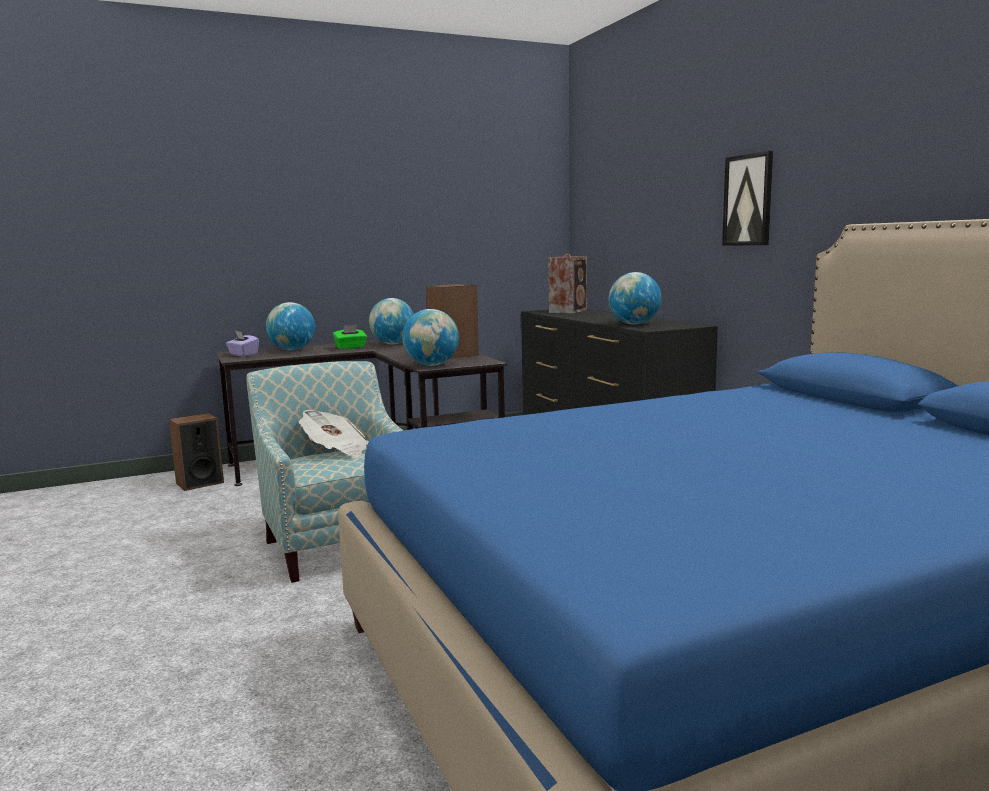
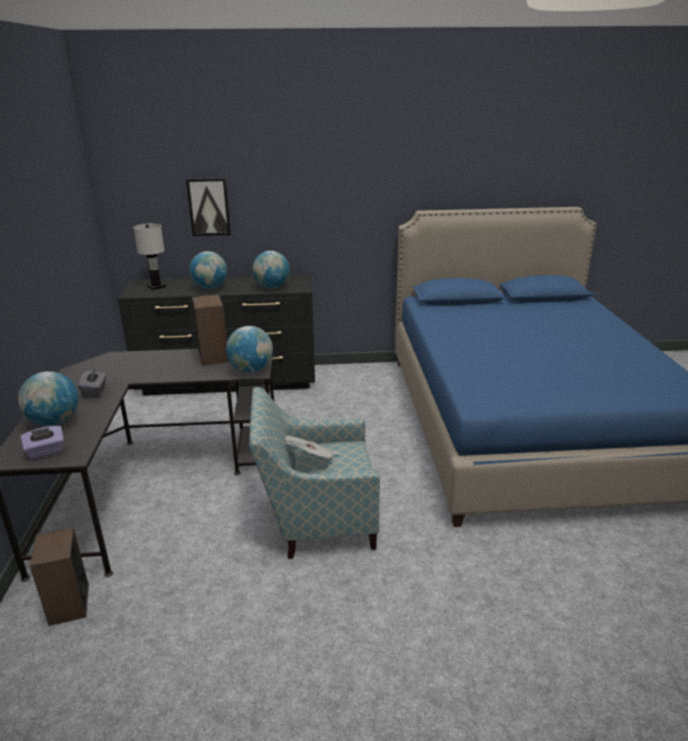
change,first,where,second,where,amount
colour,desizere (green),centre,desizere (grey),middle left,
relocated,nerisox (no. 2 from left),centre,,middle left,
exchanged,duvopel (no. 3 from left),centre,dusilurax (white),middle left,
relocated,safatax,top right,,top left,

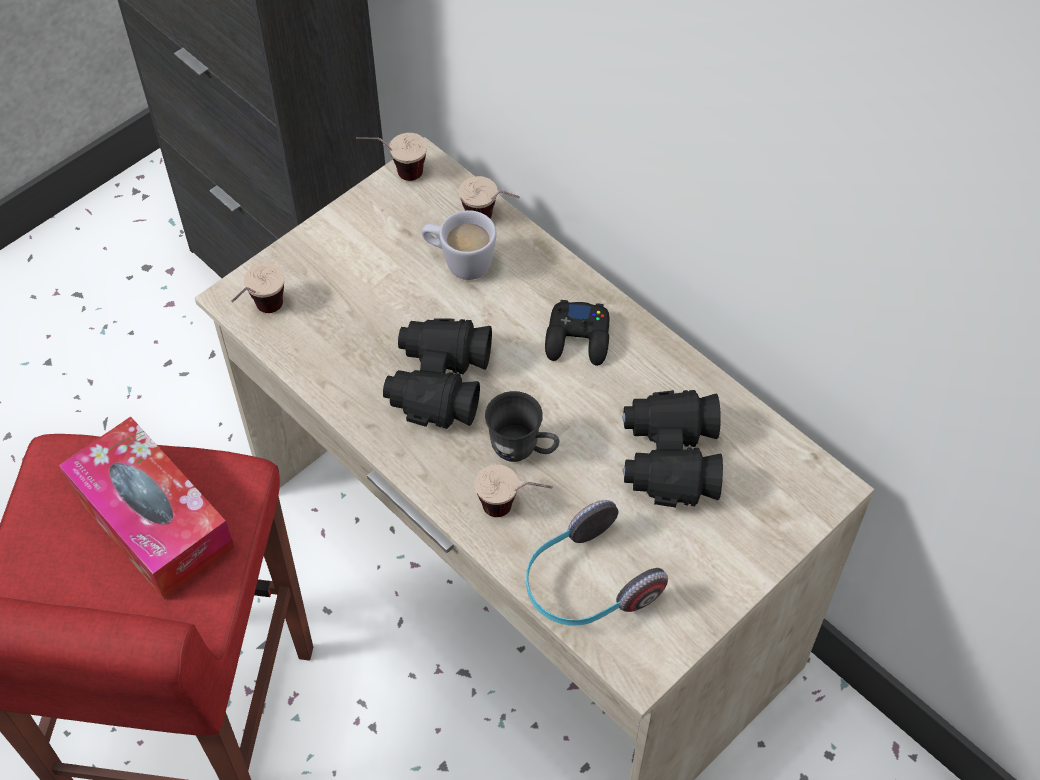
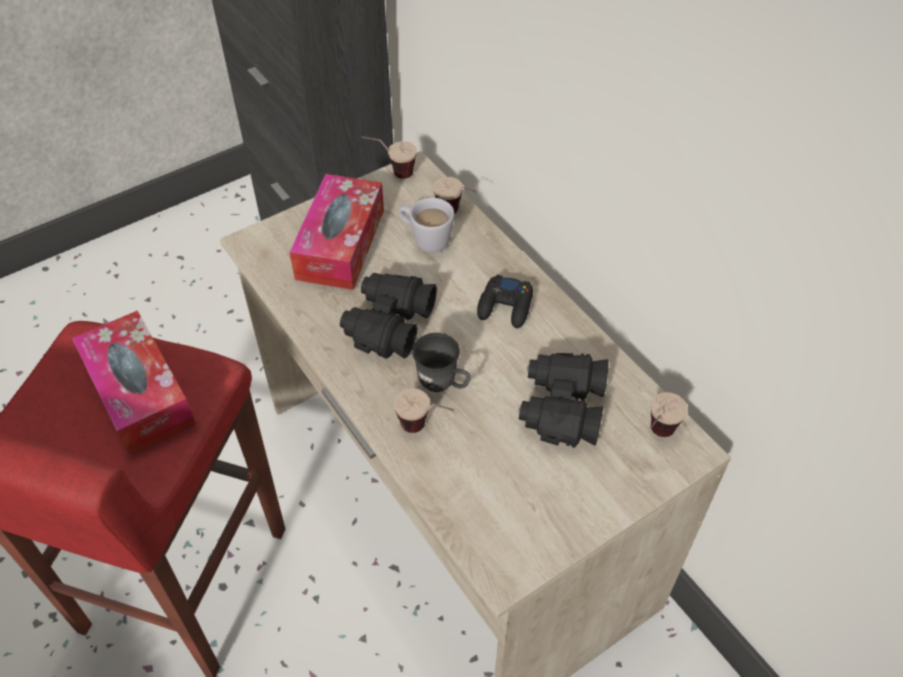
change,first,where,second,where,amount
relocated,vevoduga (no. 1 from left in the first image),middle left,vevoduga (no. 4 from left),middle right,
missing,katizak,bottom centre,,,
appeared,,,desizere (no. 2 from left),centre,

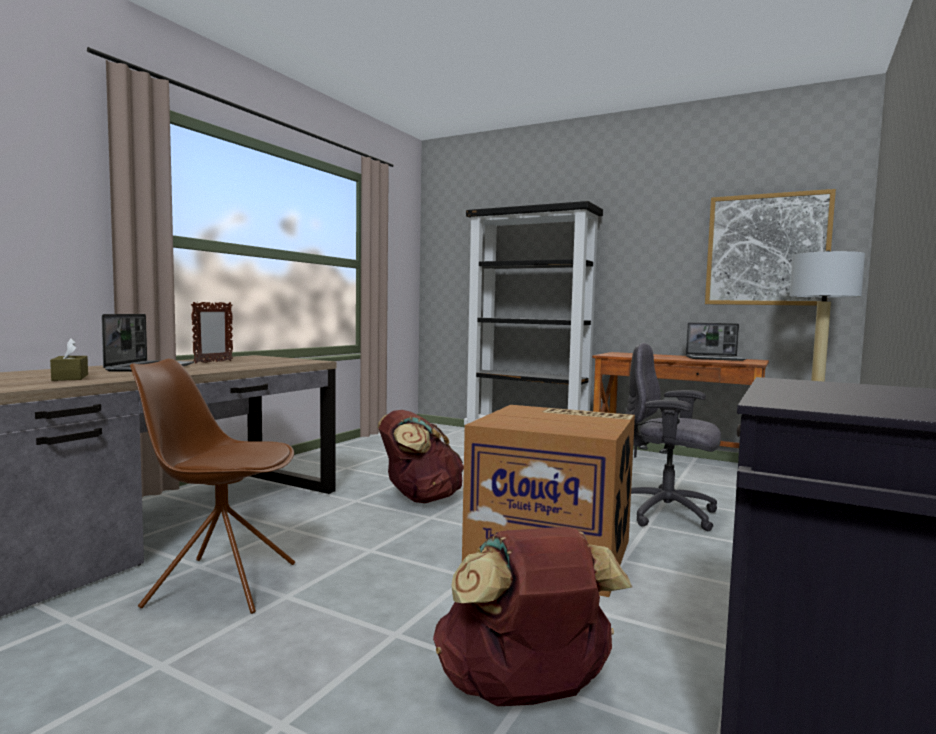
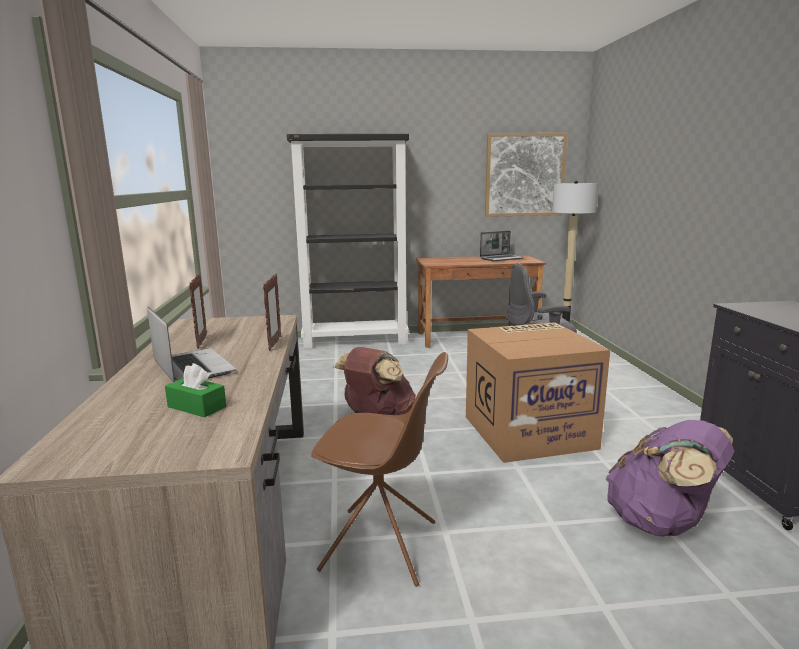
change,first,where,second,where,amount
colour,desizere (brown),middle left,desizere (green),middle left,
spun,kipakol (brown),middle left,,bottom centre,135 degrees counterclockwise
colour,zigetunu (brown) (no. 2 from left),bottom centre,zigetunu (purple),bottom right,
appeared,,,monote (no. 2 from left),centre,

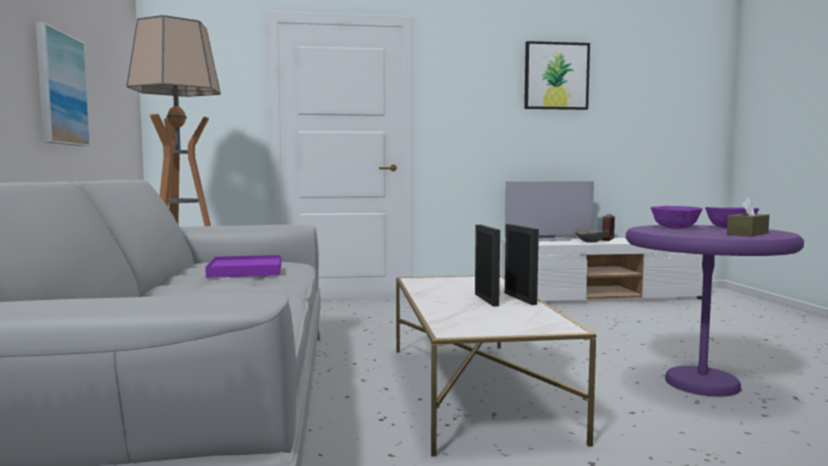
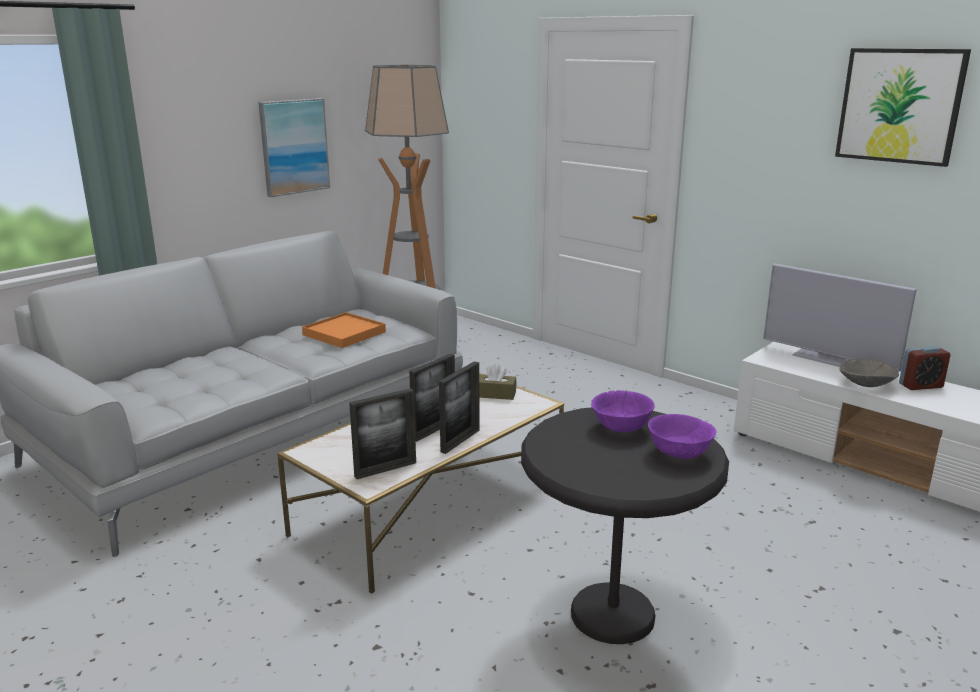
change,first,where,second,where,amount
colour,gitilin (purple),middle left,gitilin (orange),centre,
colour,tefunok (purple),bottom right,tefunok (black),bottom centre,
relocated,desizere (brown),middle right,,centre,
appeared,,,monote (no. 1 from left),centre,

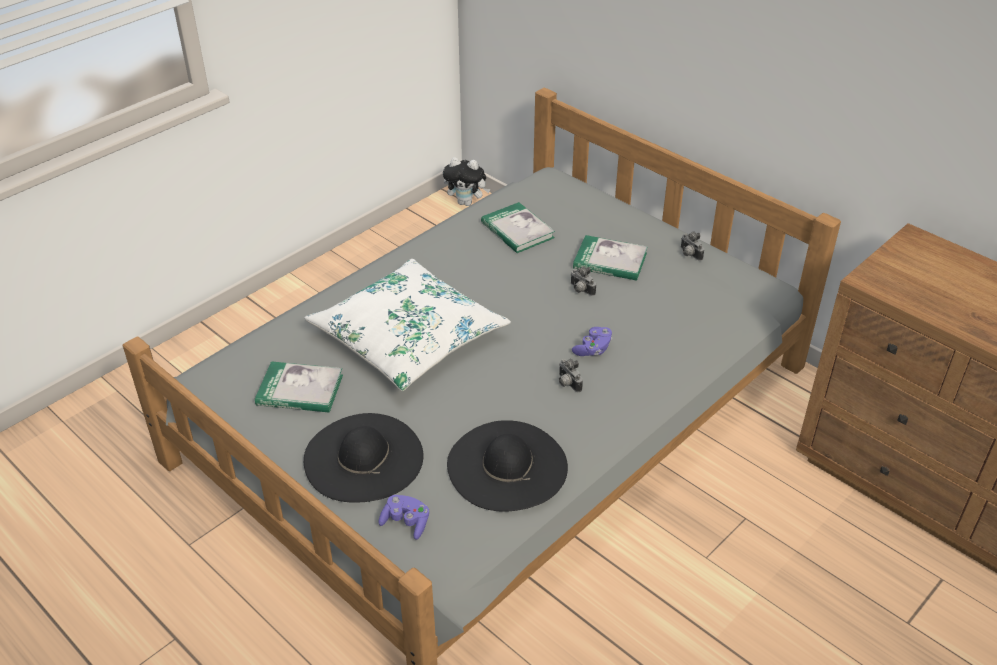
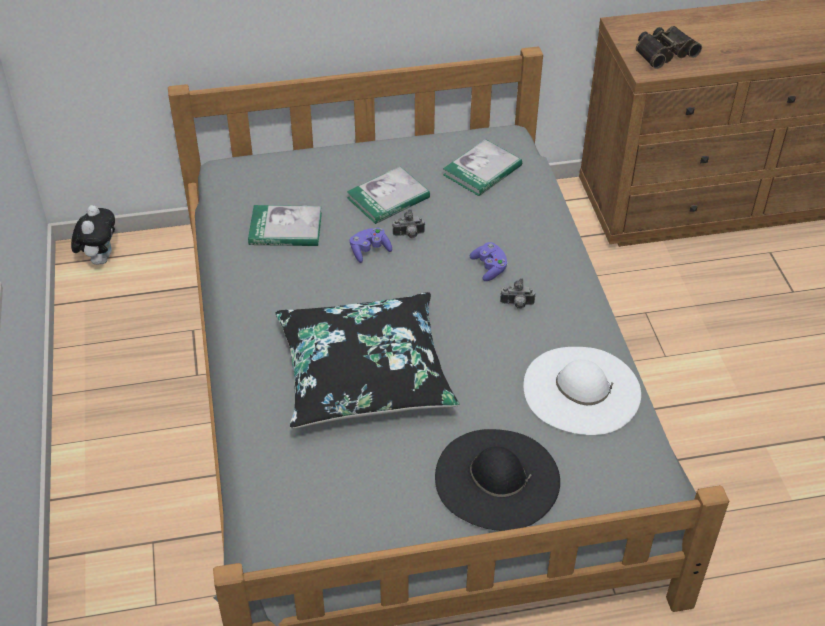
change,first,where,second,where,amount
relocated,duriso (no. 1 from left in the first image),middle left,duriso (no. 3 from left),top centre,
colour,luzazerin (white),centre,luzazerin (black),centre,
relocated,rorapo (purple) (no. 1 from left),bottom centre,,centre,
spun,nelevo,top centre,,middle left,45 degrees counterclockwise
colour,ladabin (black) (no. 2 from left),bottom centre,ladabin (white),middle right,
missing,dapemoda (no. 3 from left),middle right,,,
appeared,,,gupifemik,top right,

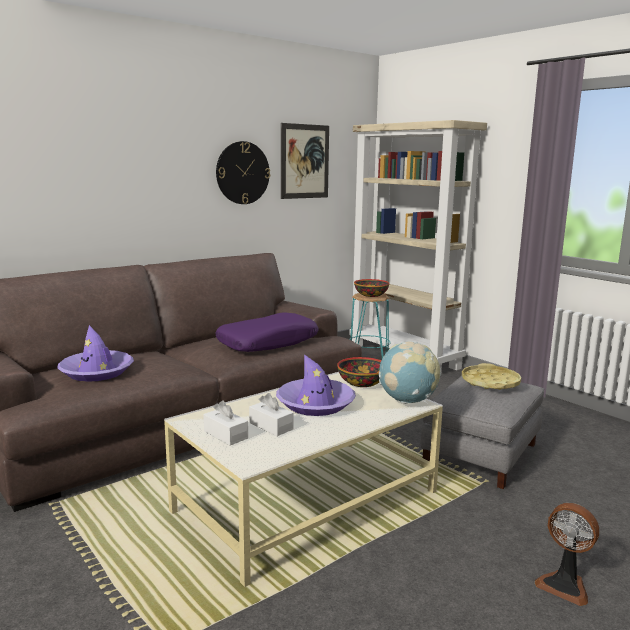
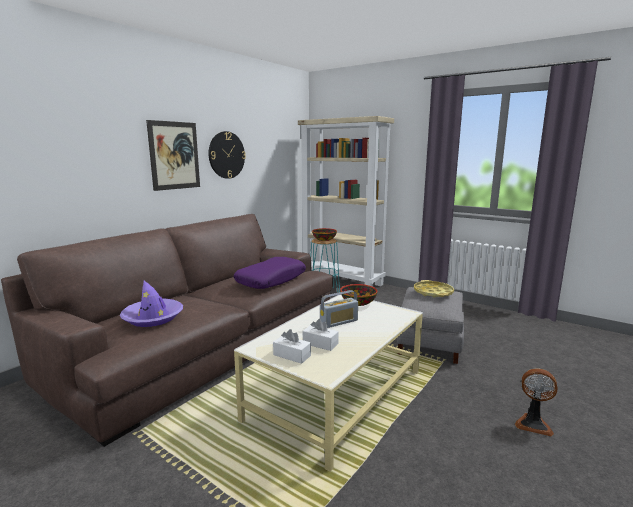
change,first,where,second,where,amount
exchanged,ladabin (purple) (no. 2 from left),centre,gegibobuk,centre,
relocated,safatax,top centre,,top left,
missing,nerisox,centre,,,

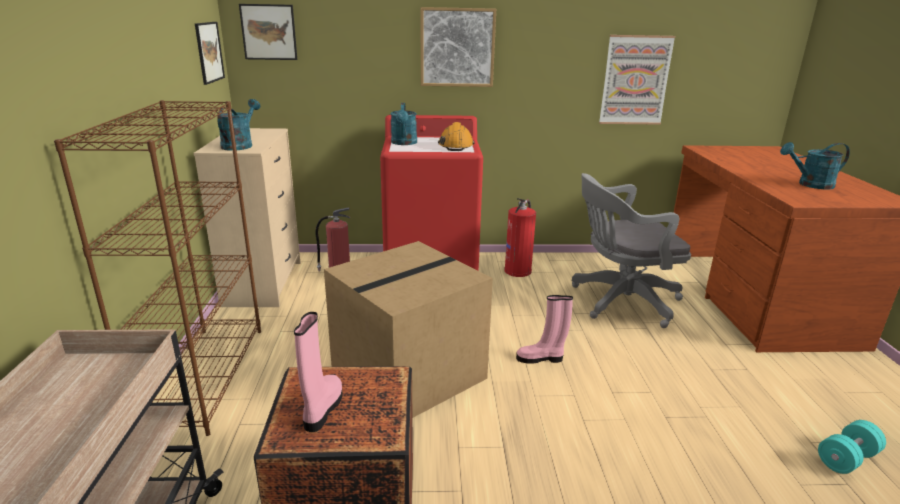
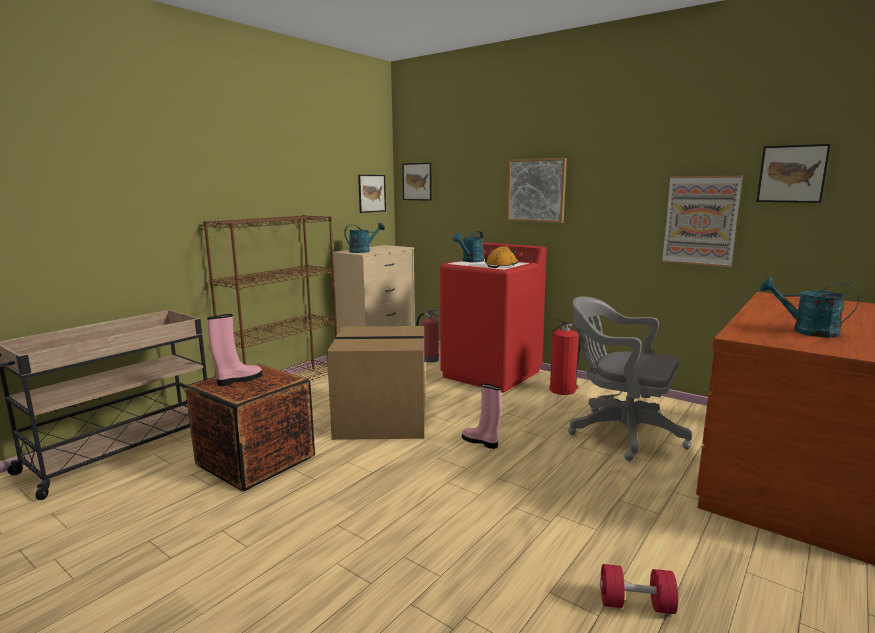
change,first,where,second,where,amount
colour,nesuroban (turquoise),bottom right,nesuroban (red),bottom right,
appeared,,,safatax (no. 5 from left),top right,

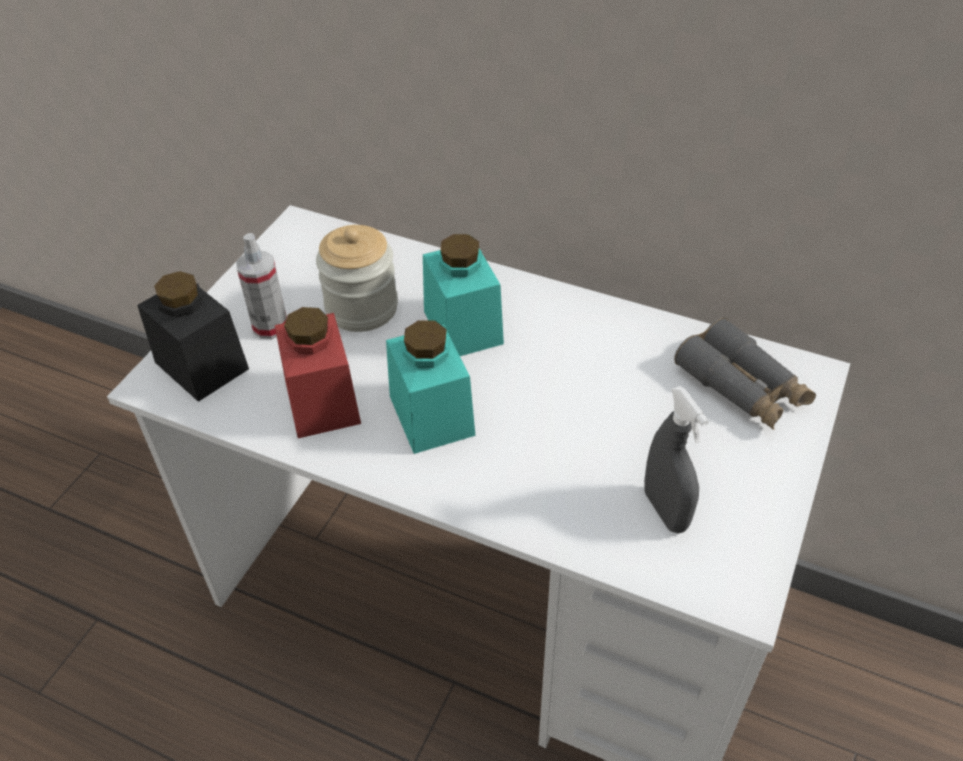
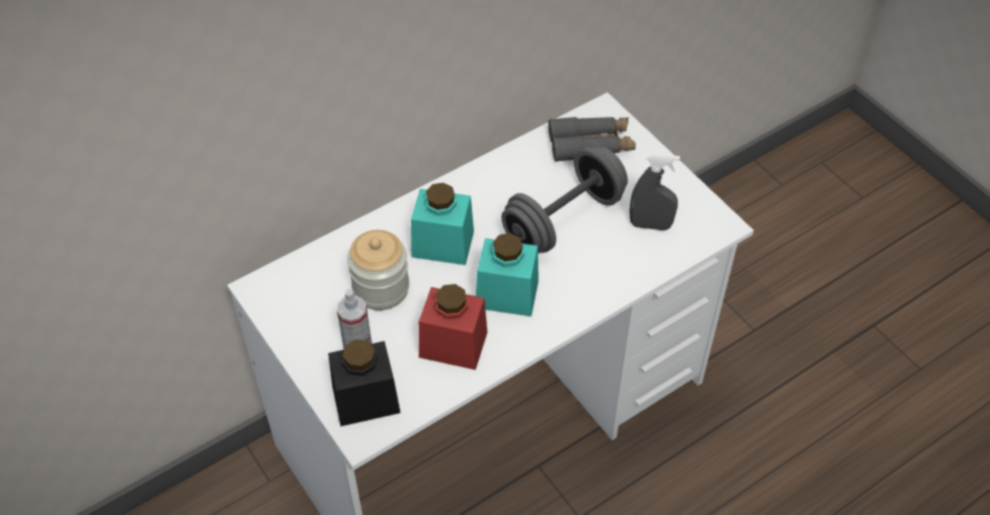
change,first,where,second,where,amount
appeared,,,nesuroban (grey),centre,

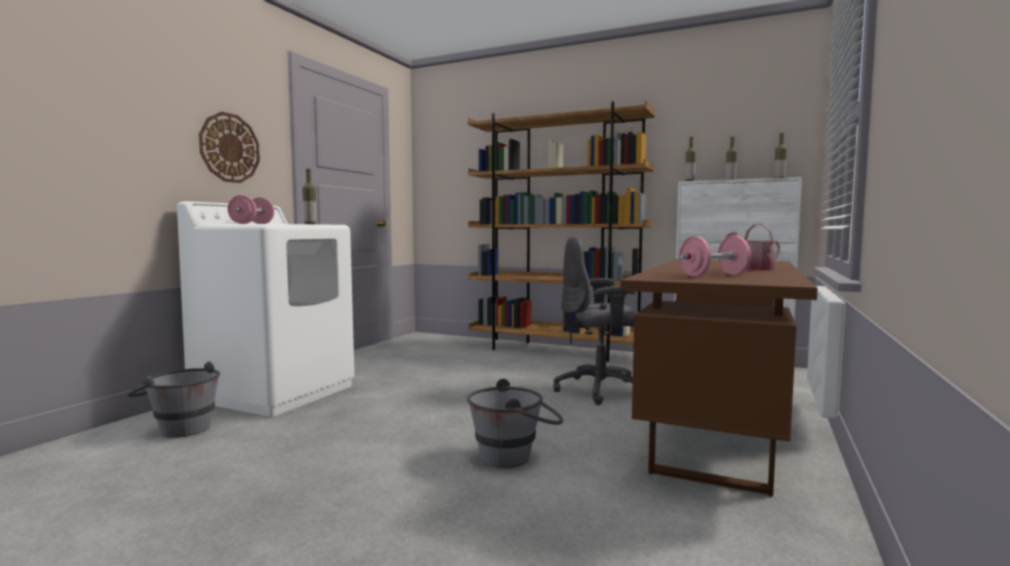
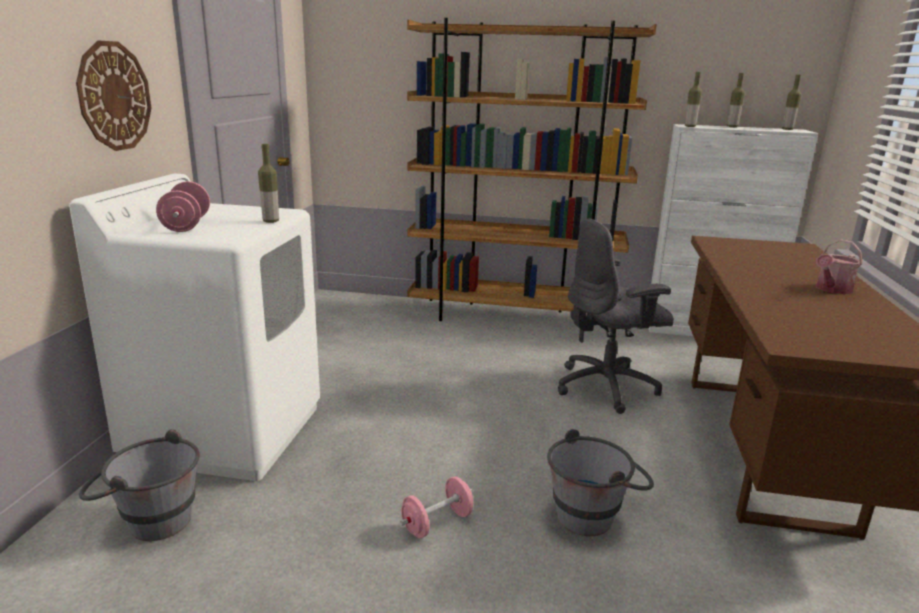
change,first,where,second,where,amount
relocated,nesuroban (pink) (no. 2 from left),middle right,,bottom centre,

